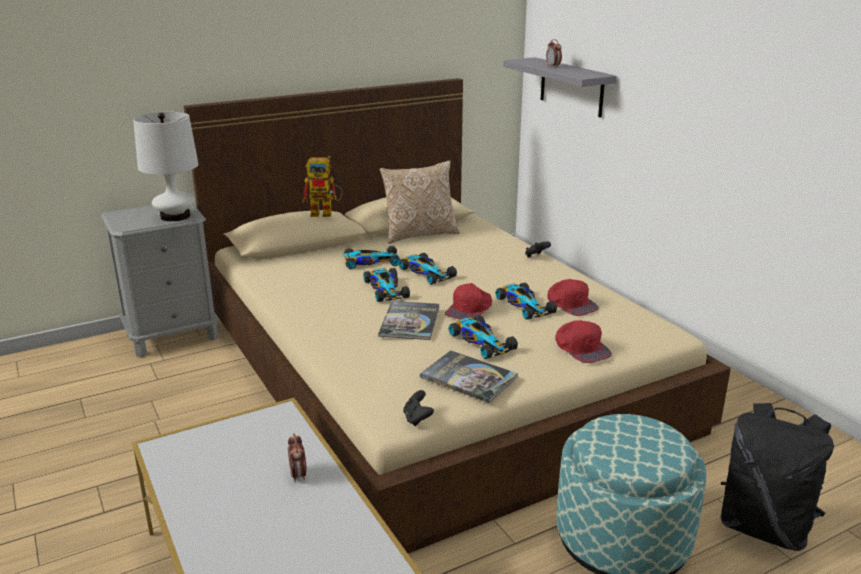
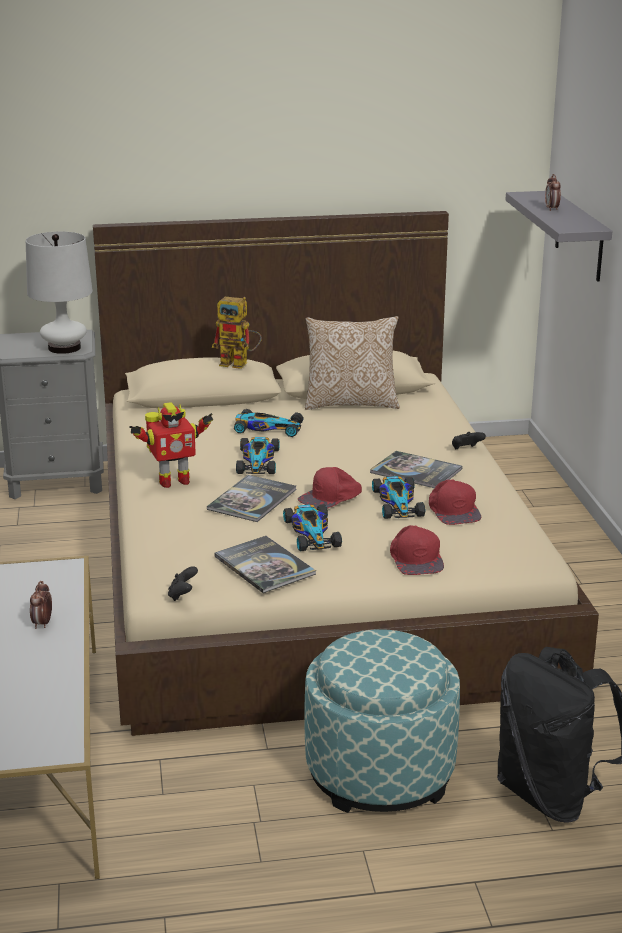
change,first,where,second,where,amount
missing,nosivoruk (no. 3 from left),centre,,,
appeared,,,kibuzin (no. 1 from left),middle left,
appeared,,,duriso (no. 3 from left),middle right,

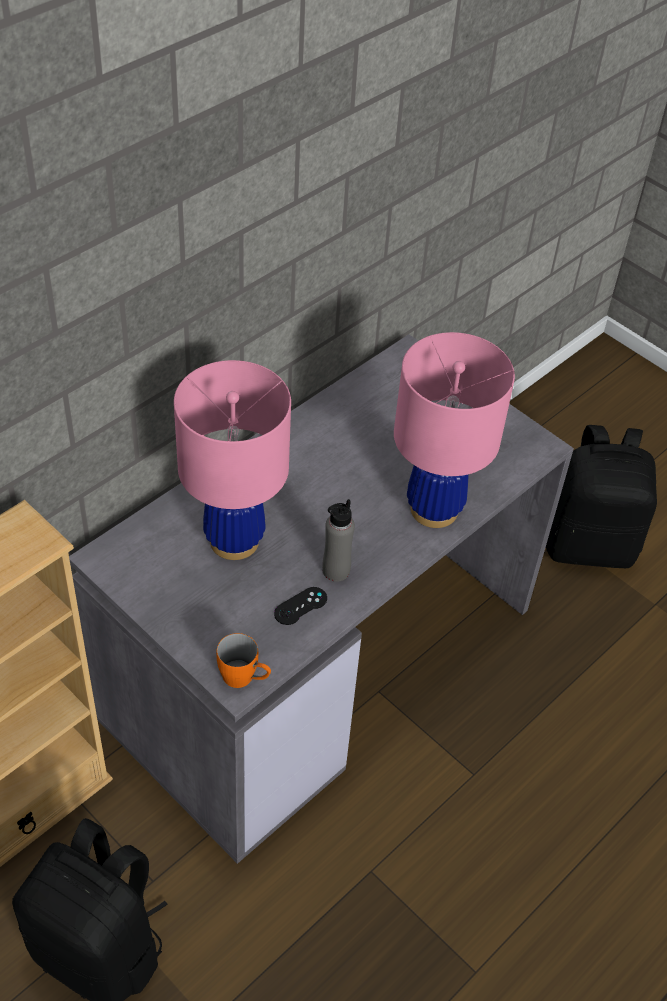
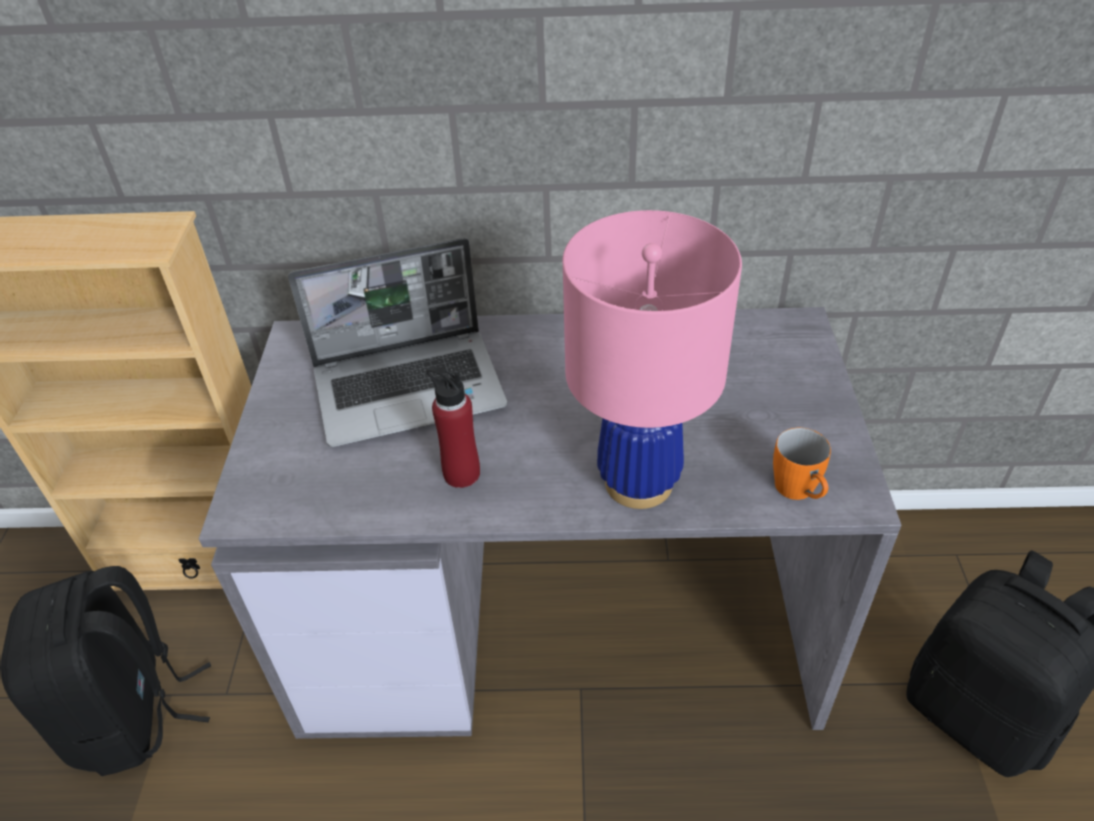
change,first,where,second,where,amount
exchanged,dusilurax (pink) (no. 1 from left),centre,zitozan,centre,
relocated,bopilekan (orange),centre,,middle right,
missing,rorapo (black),centre,,,
colour,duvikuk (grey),centre,duvikuk (red),centre,

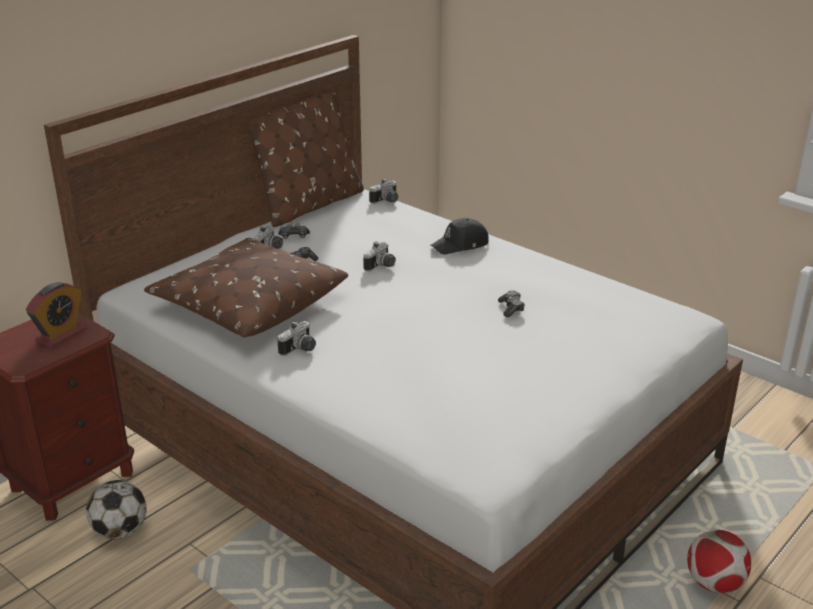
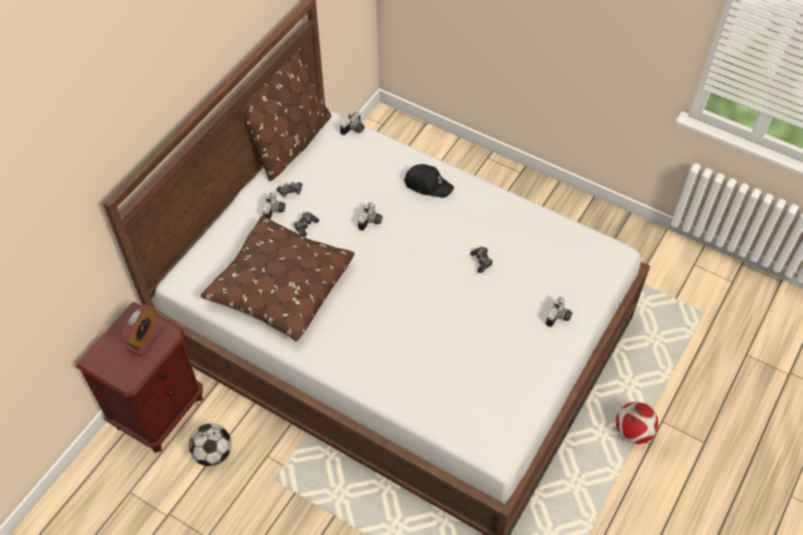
change,first,where,second,where,amount
relocated,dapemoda (no. 2 from left in the first image),centre,dapemoda (no. 4 from left),middle right,
spun,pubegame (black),centre,,centre,120 degrees counterclockwise

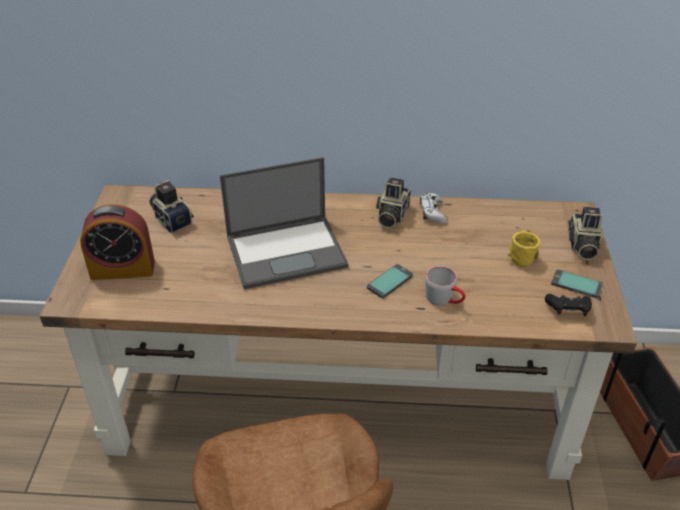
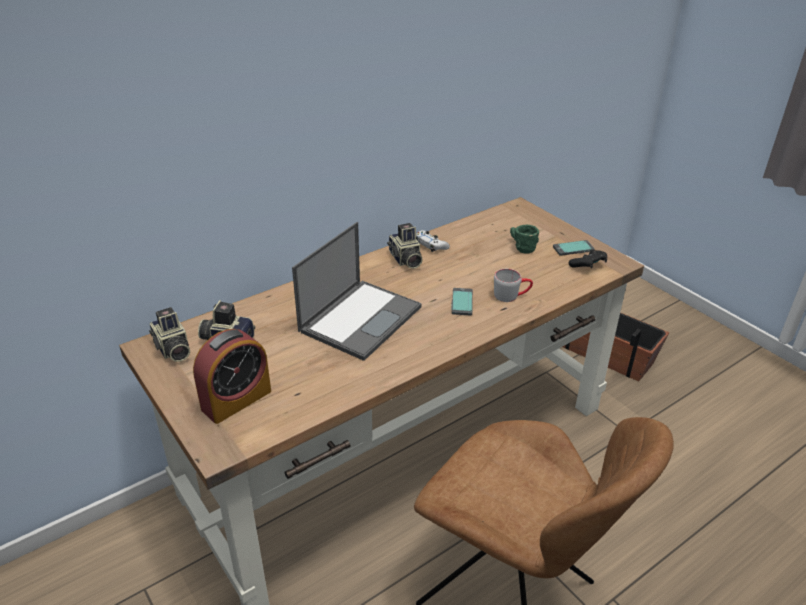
change,first,where,second,where,amount
colour,bopilekan (yellow),middle right,bopilekan (green),centre,
relocated,dapemoda (no. 3 from left in the first image),middle right,dapemoda (no. 1 from left),middle left,

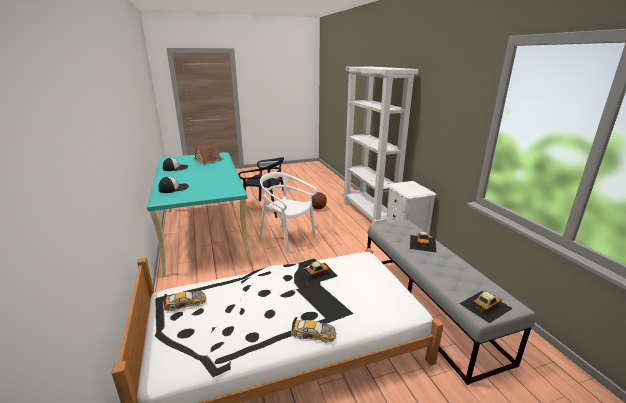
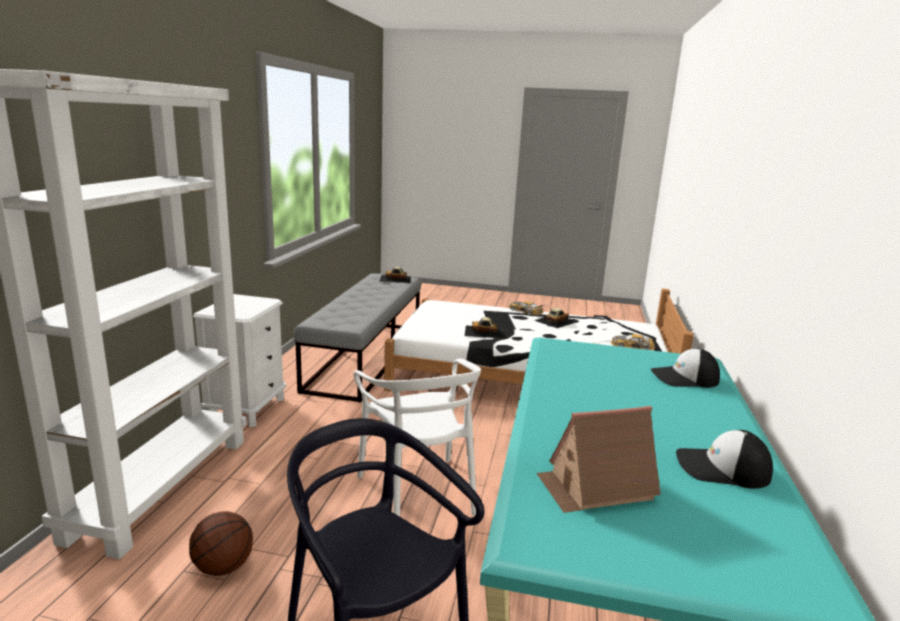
change,first,where,second,where,amount
relocated,nosivoruk (no. 4 from left),middle right,,centre,

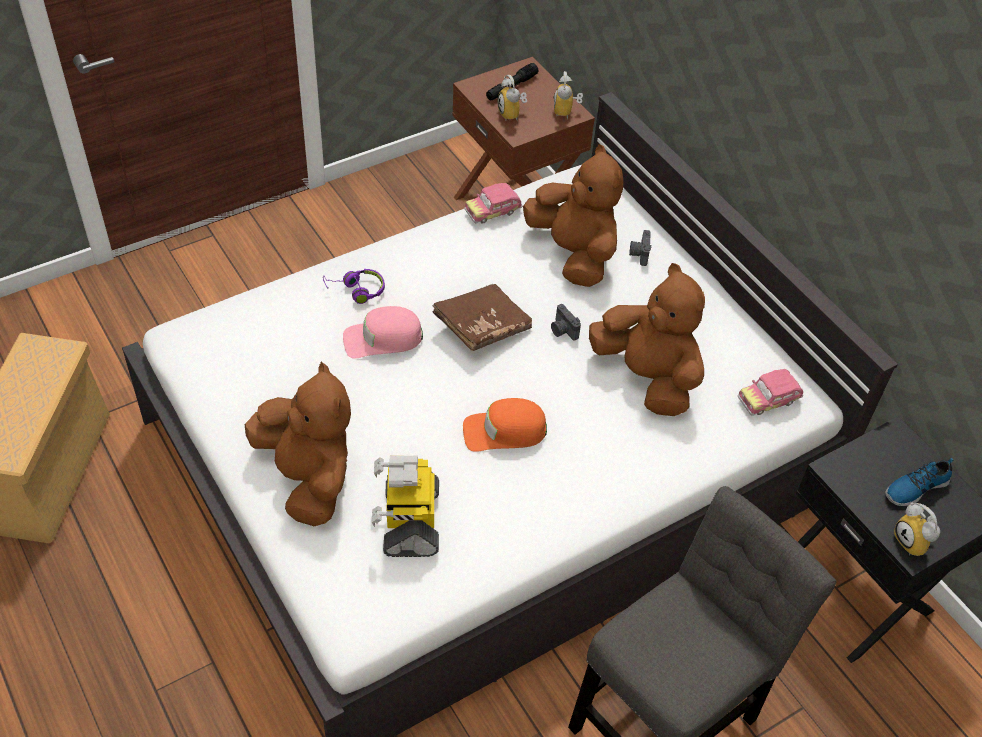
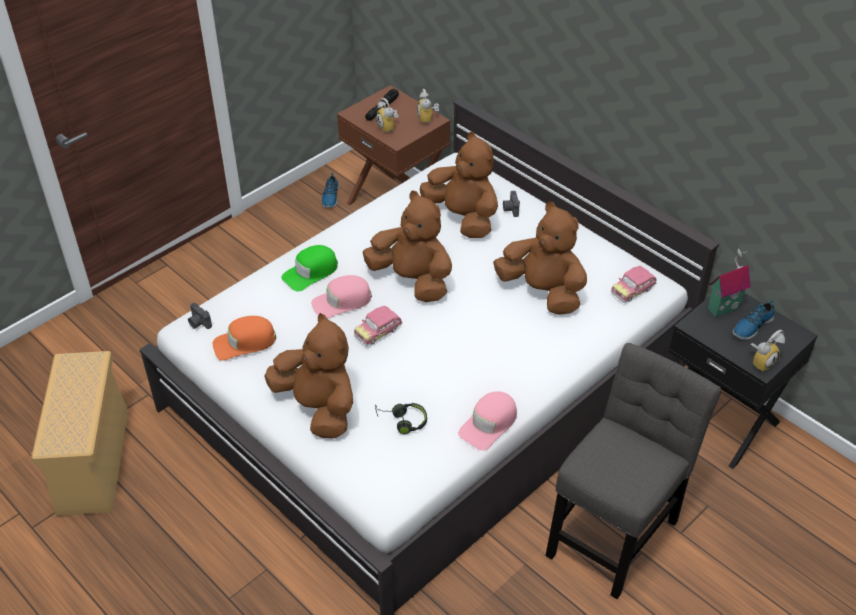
change,first,where,second,where,amount
exchanged,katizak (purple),centre,pubegame (green),centre,
exchanged,kibuzin,bottom centre,katizak (black),bottom centre,
exchanged,duriso (brown),centre,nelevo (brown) (no. 2 from left),centre,
relocated,pubegame (orange),centre,,middle left,
relocated,nosivoruk (no. 1 from left),top centre,,centre,
relocated,dapemoda (no. 1 from left),centre,,middle left,
spun,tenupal (no. 3 from left),bottom right,,middle right,90 degrees counterclockwise
appeared,,,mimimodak (no. 1 from left),top centre,
appeared,,,pubegame (pink) (no. 2 from left),bottom centre,
appeared,,,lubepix,middle right,

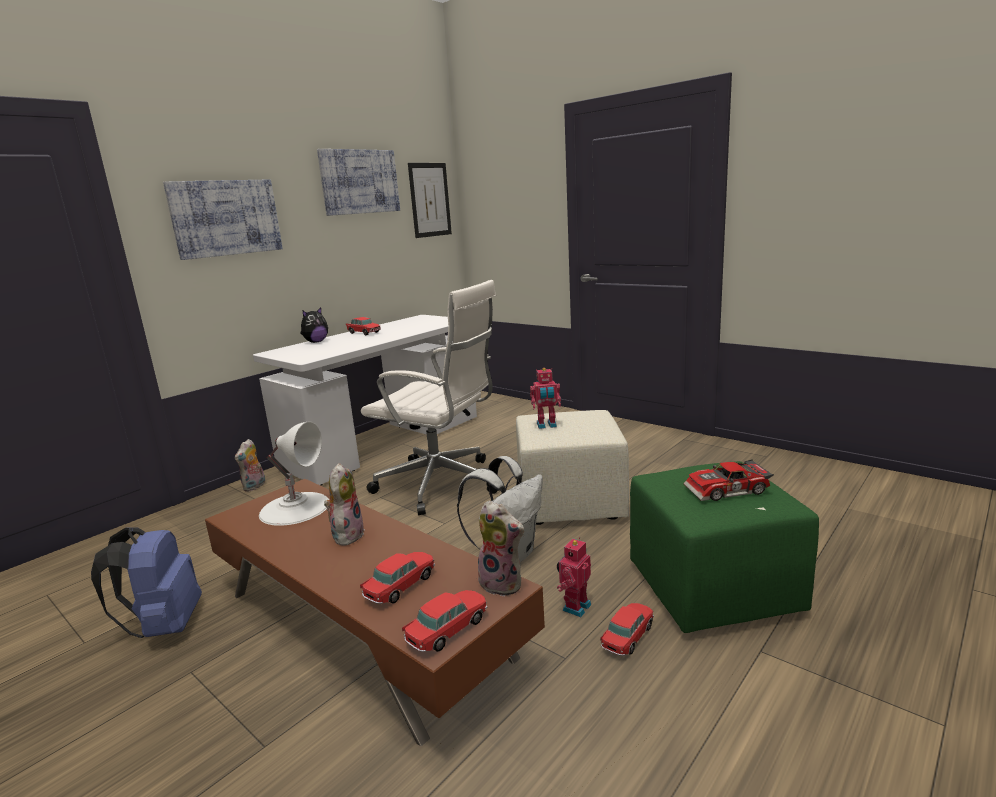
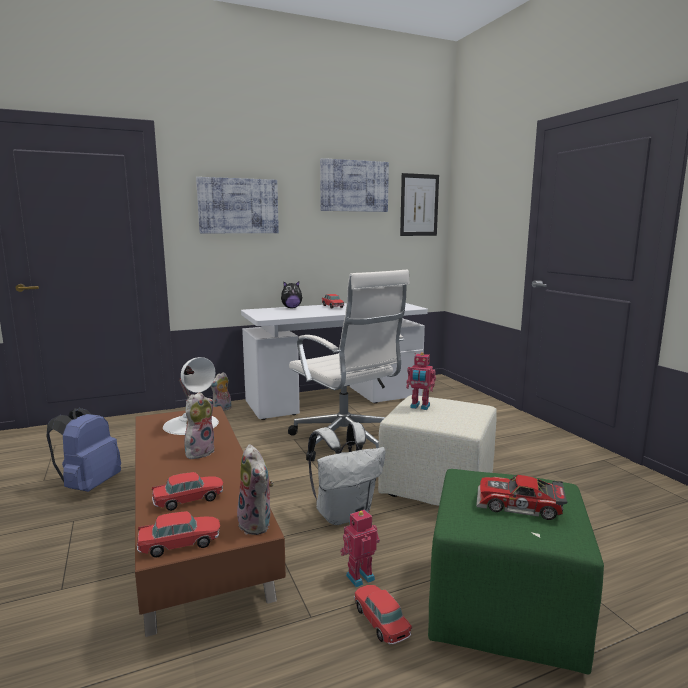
change,first,where,second,where,amount
spun,nosivoruk (no. 4 from left),bottom centre,,bottom centre,90 degrees counterclockwise

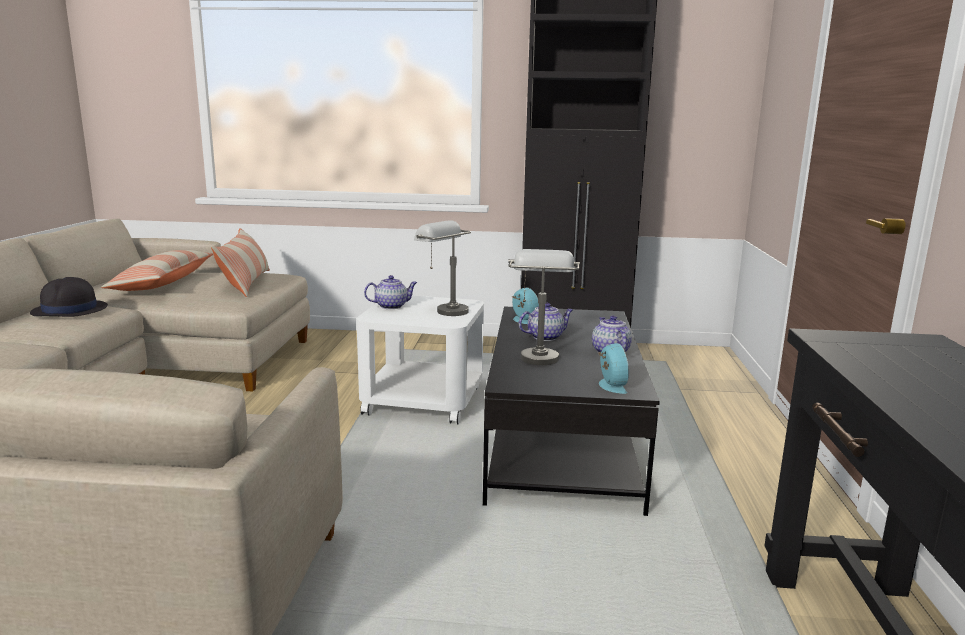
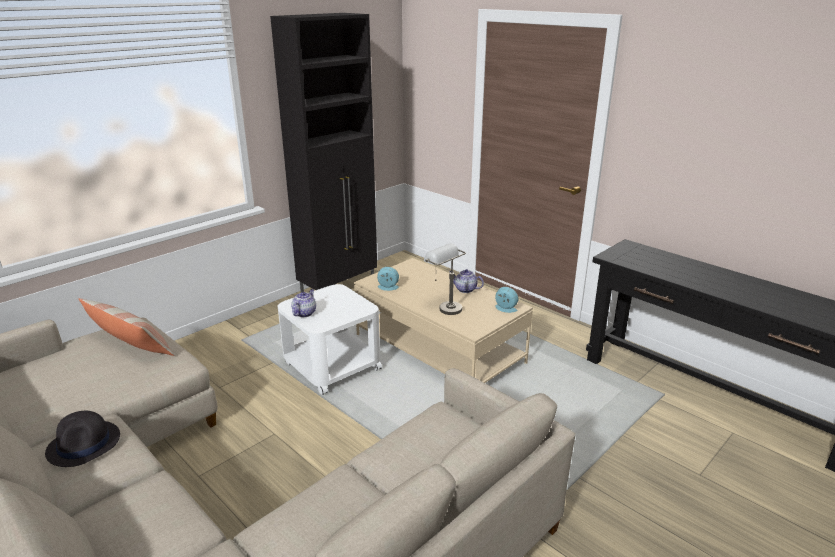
change,first,where,second,where,amount
missing,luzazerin (no. 1 from left),middle left,,,
missing,dusilurax (grey) (no. 1 from left),centre,,,
colour,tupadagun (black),centre,tupadagun (beige),centre,
missing,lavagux (no. 2 from left),centre,,,

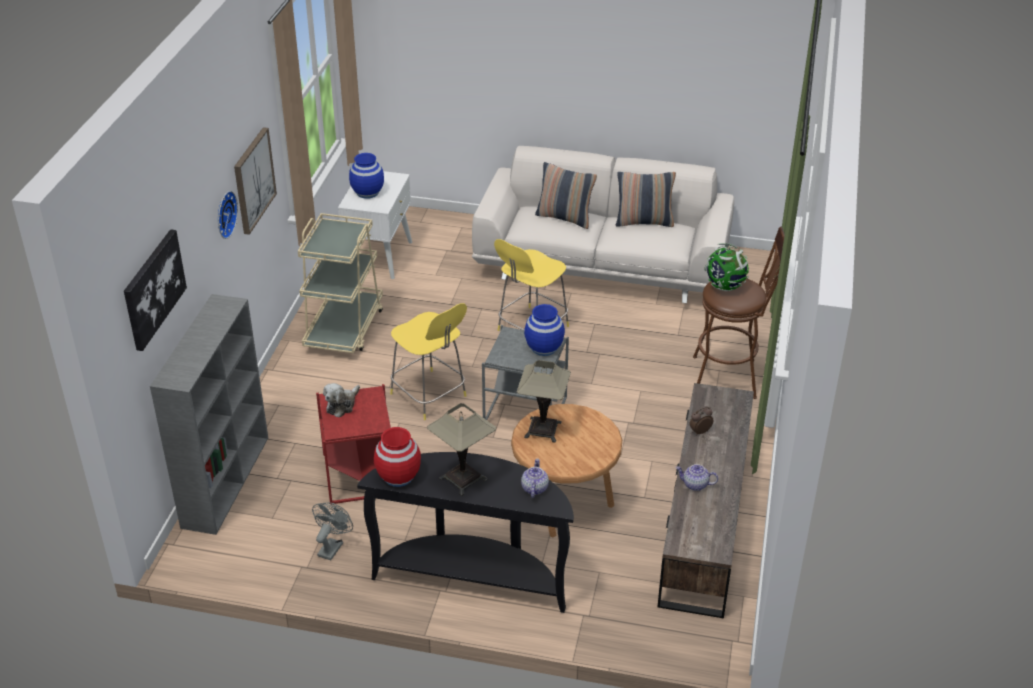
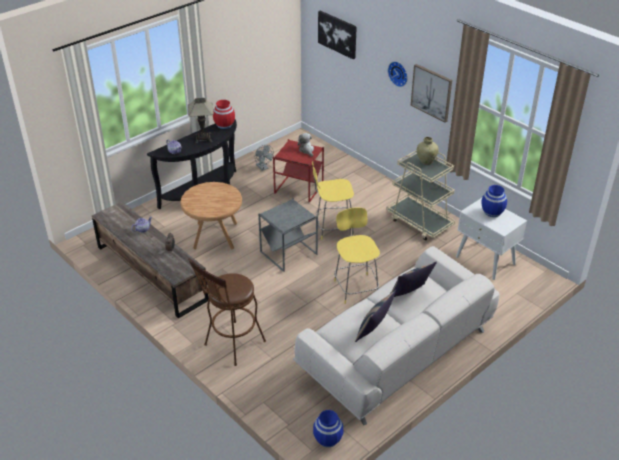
change,first,where,second,where,amount
missing,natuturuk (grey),middle left,,,
missing,dusilurax (no. 2 from left),centre,,,
relocated,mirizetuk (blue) (no. 2 from left in the first image),centre,mirizetuk (blue) (no. 1 from left),bottom centre,
missing,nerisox,middle right,,,
appeared,,,mirizetuk (beige),top right,

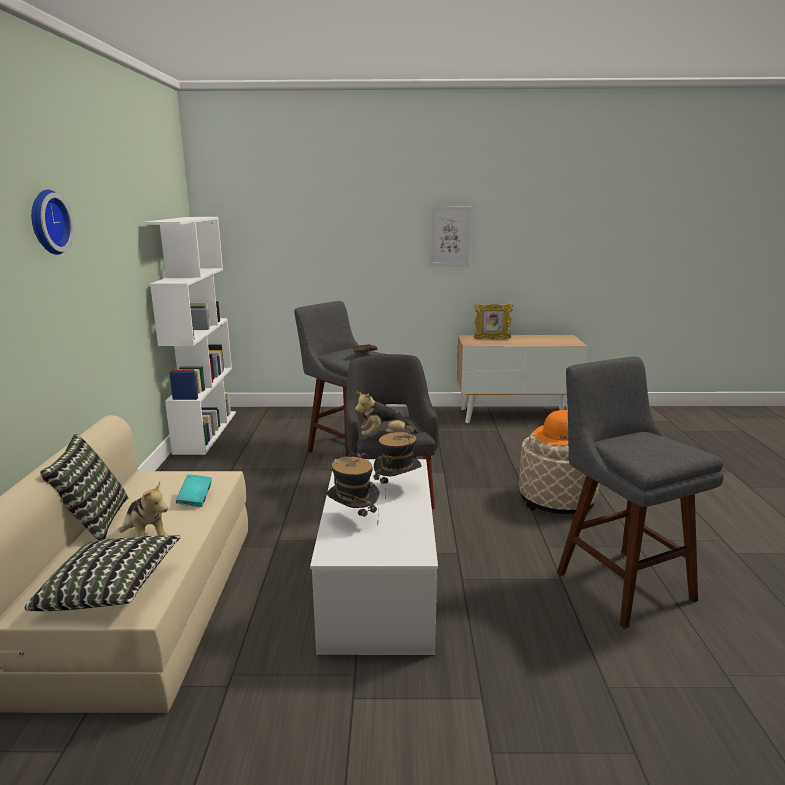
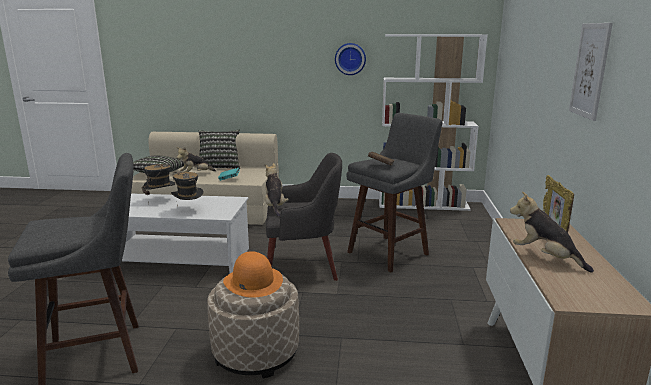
change,first,where,second,where,amount
relocated,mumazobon,top left,,top centre,
appeared,,,nelevo (no. 3 from left),middle right,

